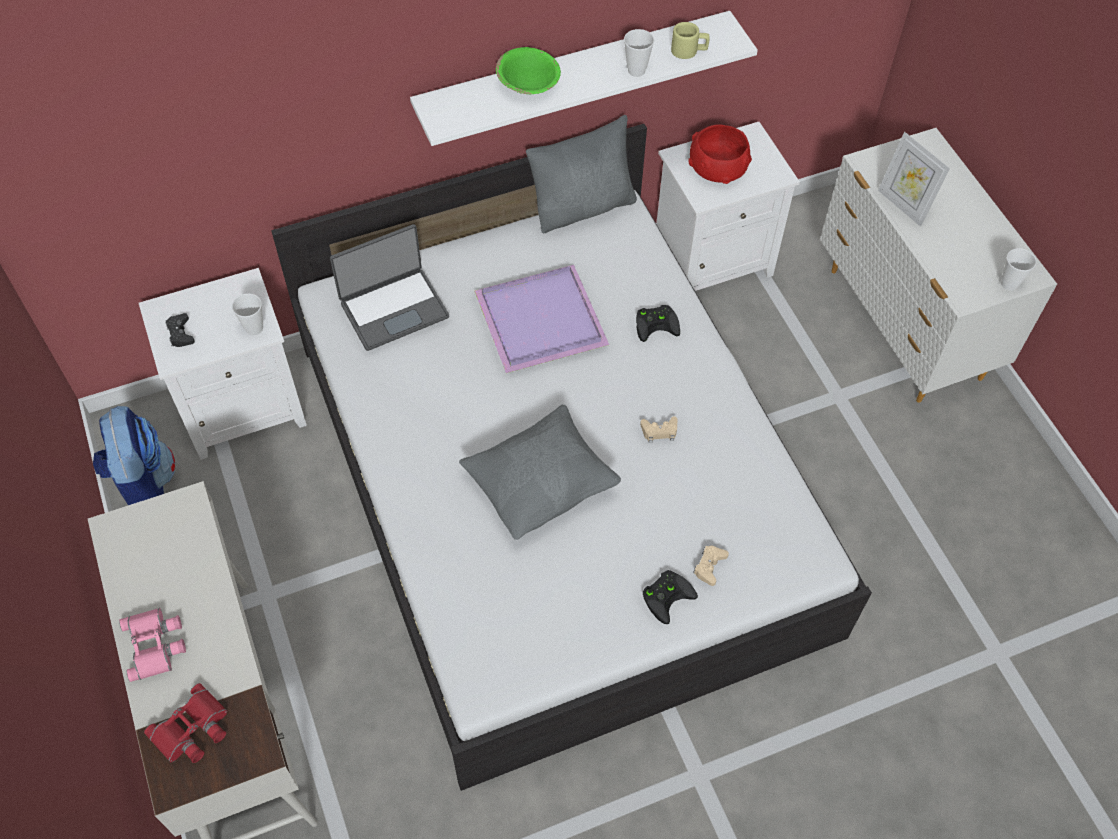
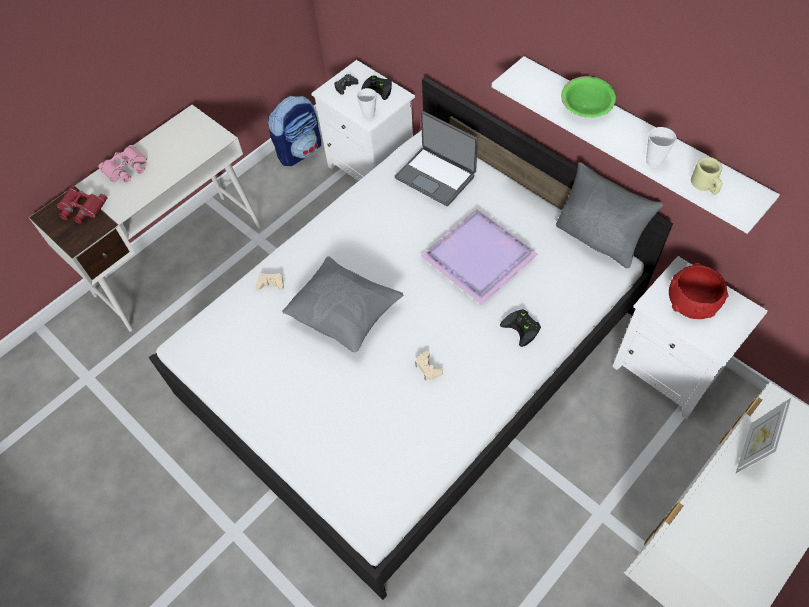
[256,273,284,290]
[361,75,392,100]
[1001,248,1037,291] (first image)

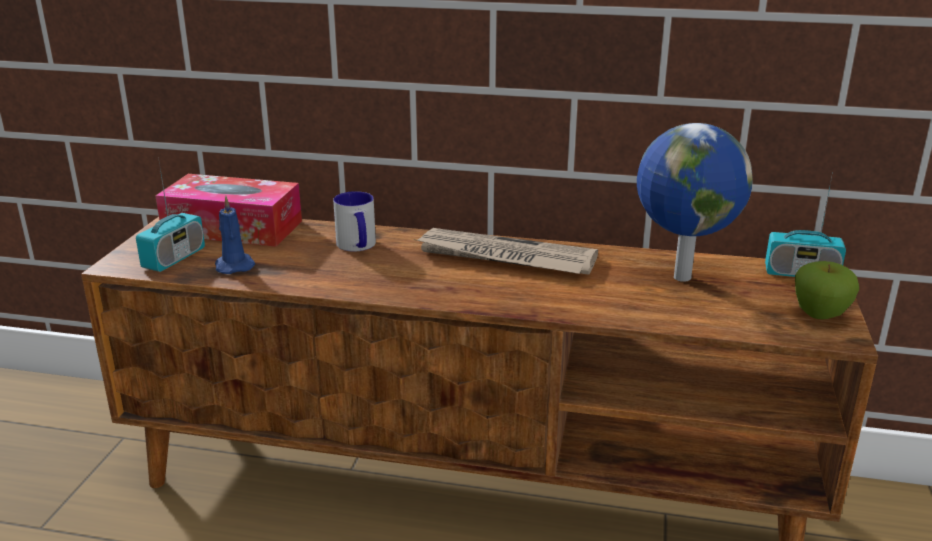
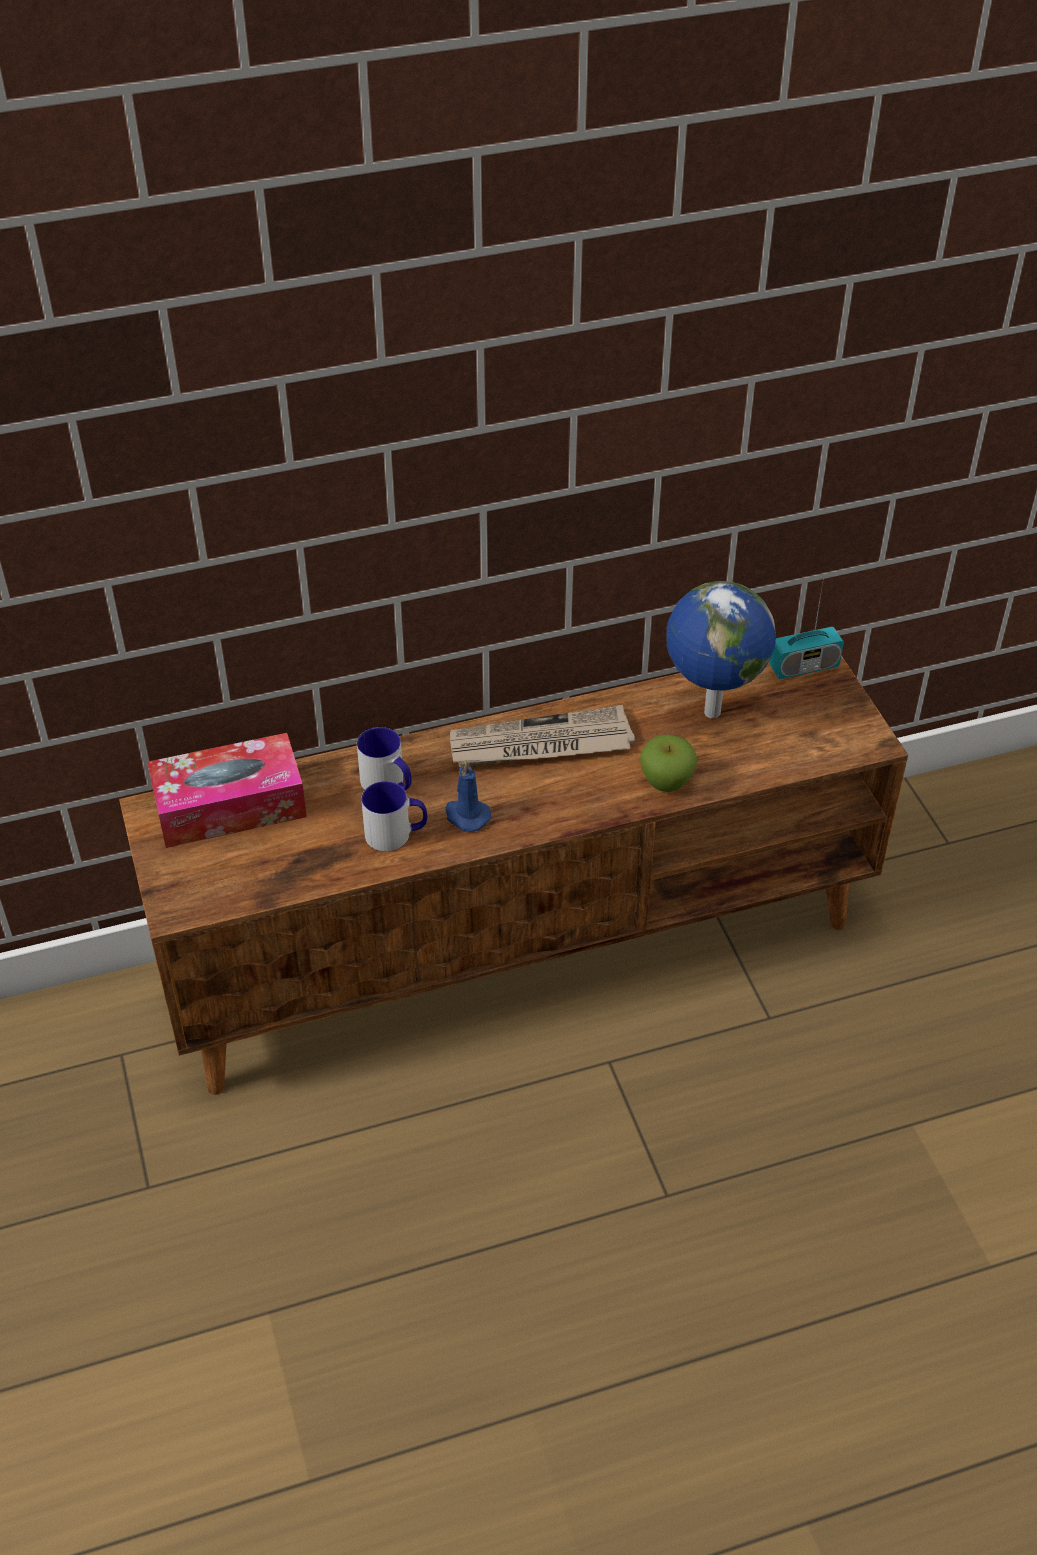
[361,781,427,851]
[446,760,491,832]
[640,734,698,792]
[136,157,205,272] (first image)

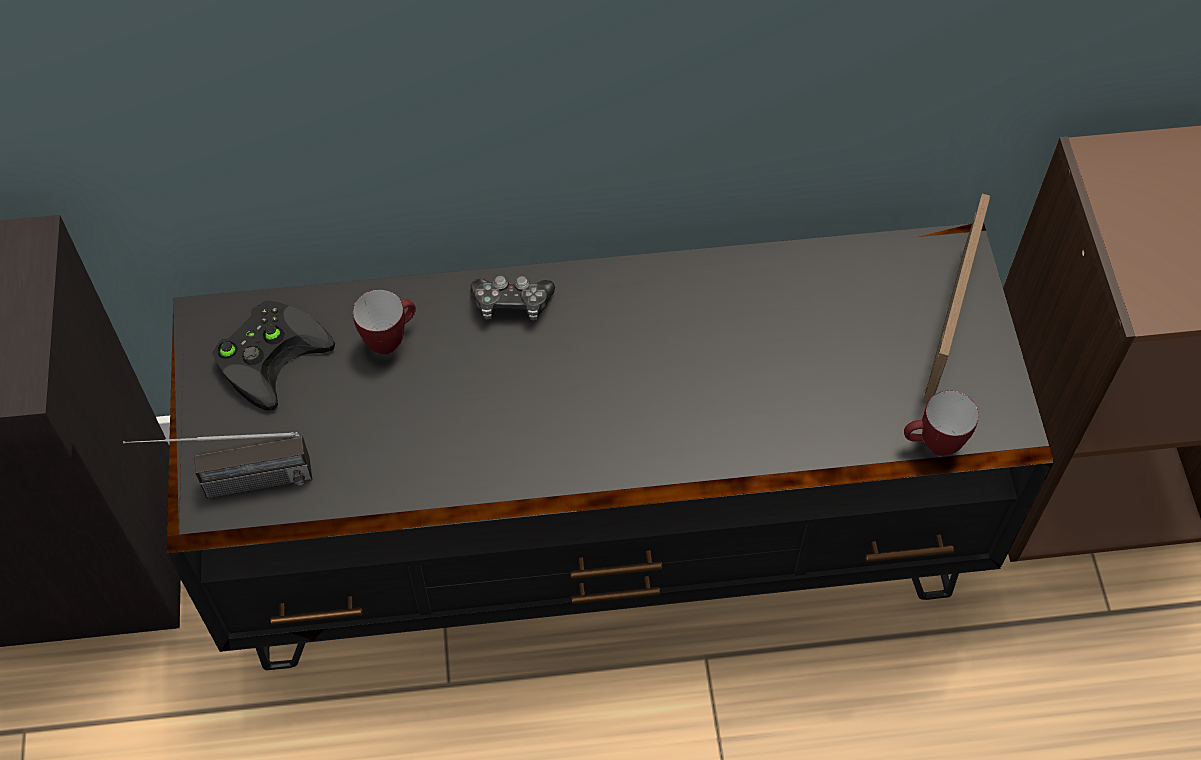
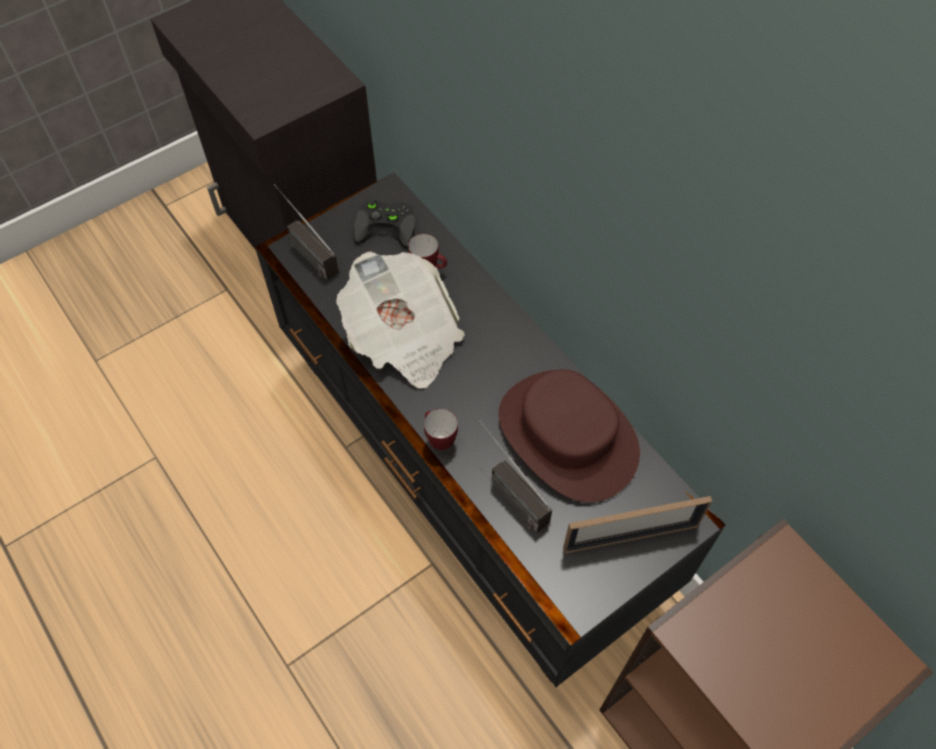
[336,251,465,389]
[424,409,458,450]
[479,420,552,533]
[498,369,640,503]
[471,275,555,321] (first image)

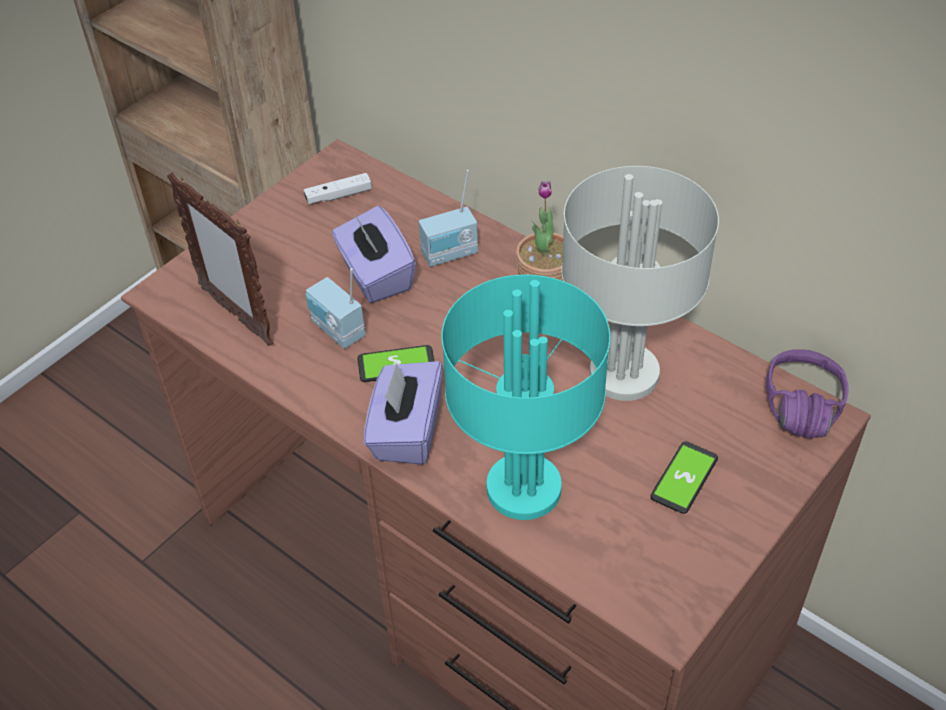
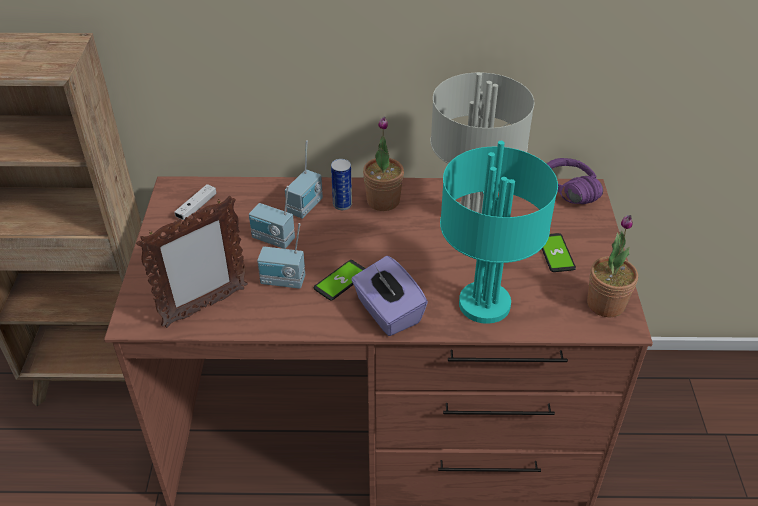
[136,196,248,328]
[249,186,295,249]
[331,159,352,210]
[587,215,638,317]

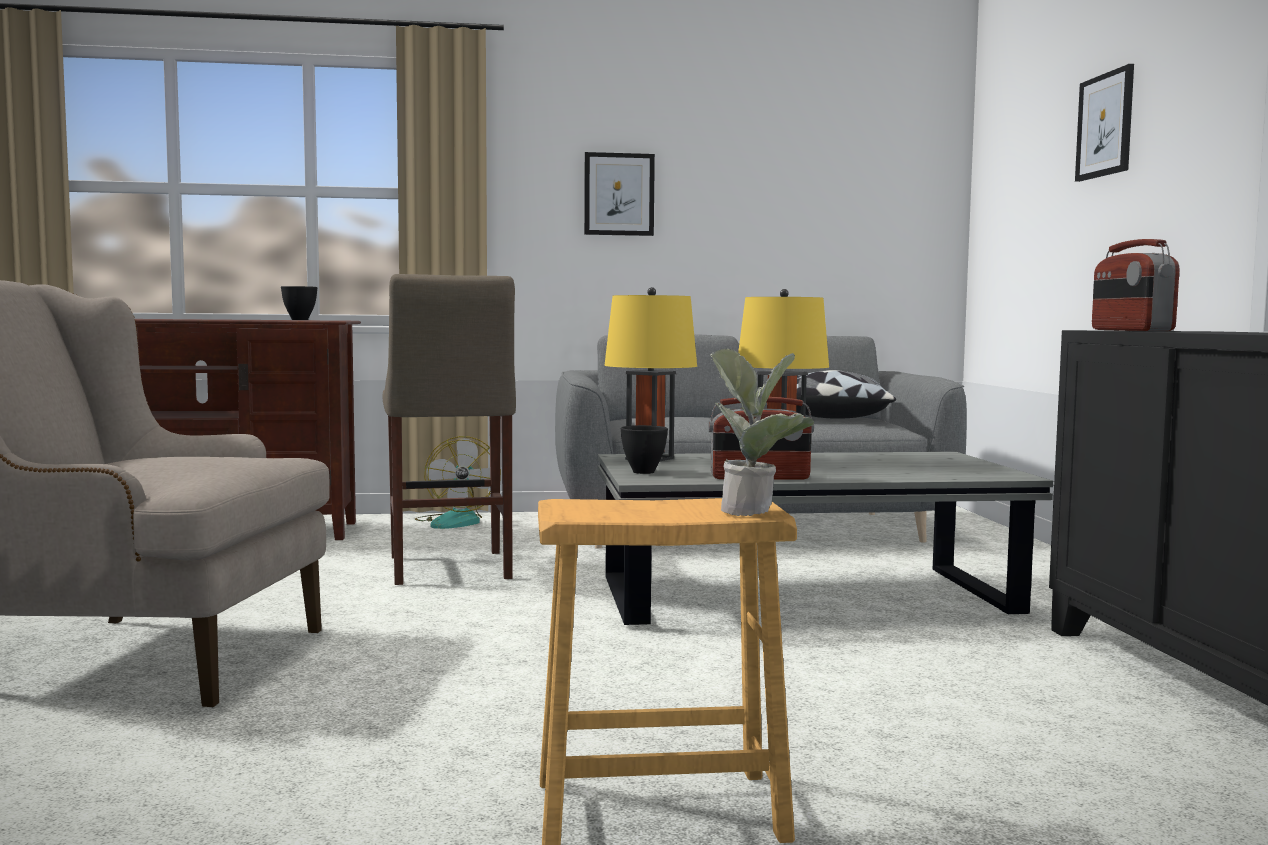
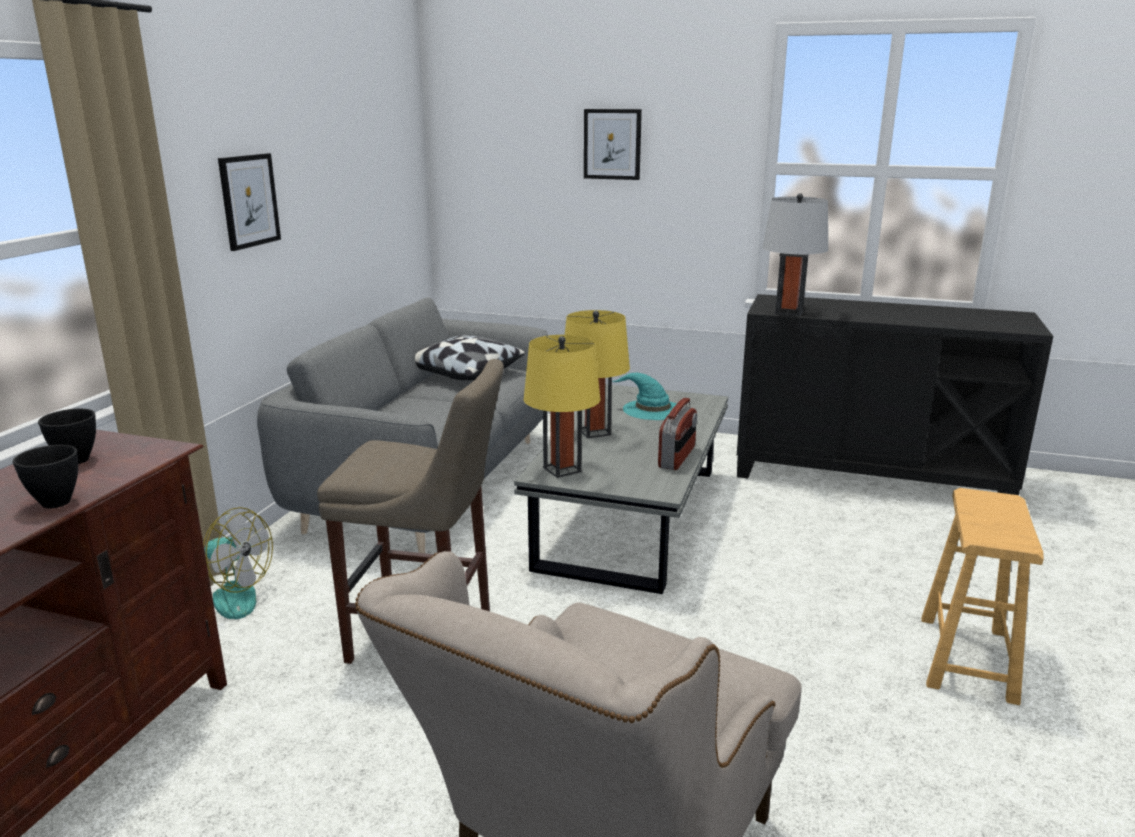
[13,445,78,508]
[612,373,676,420]
[762,193,828,316]
[710,349,814,516] (first image)

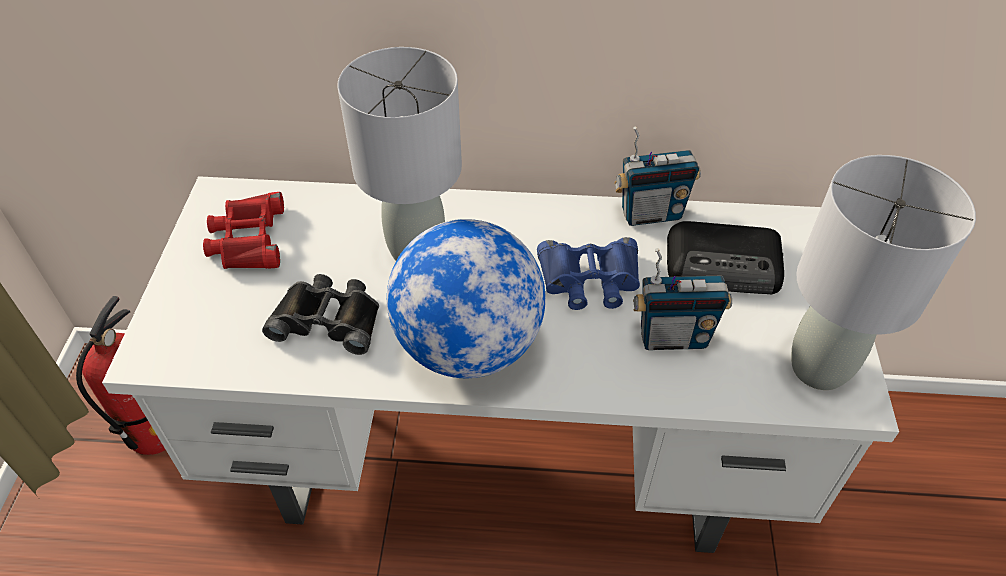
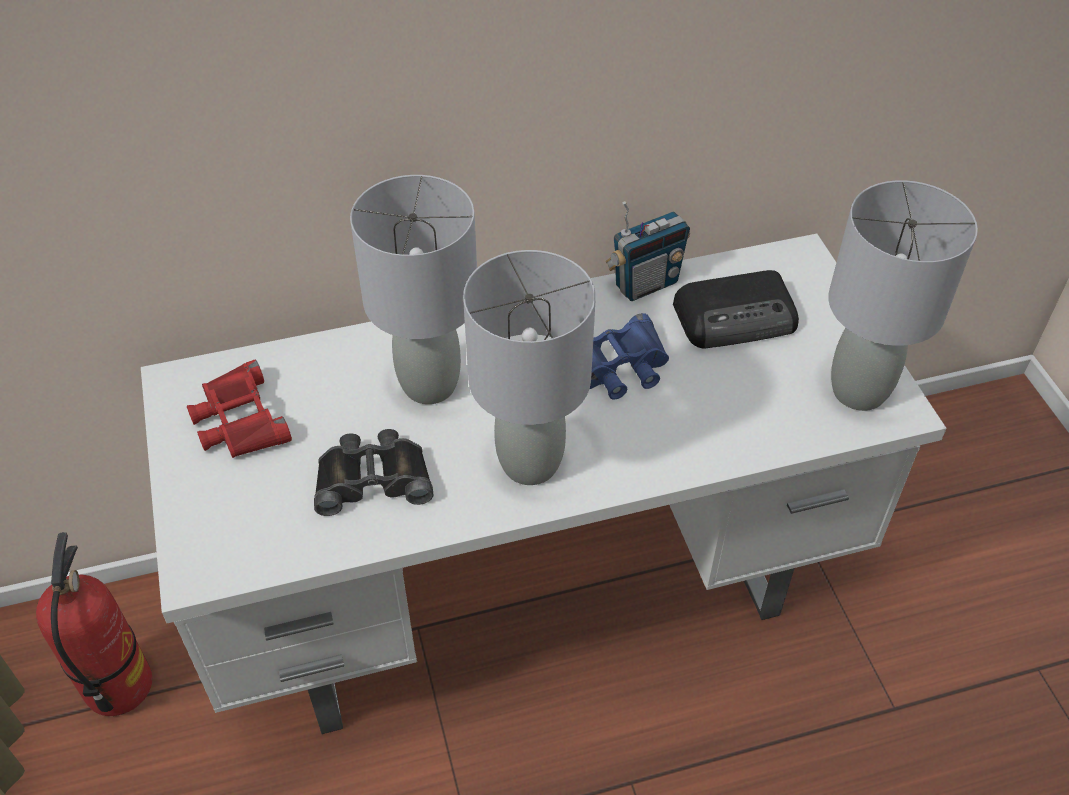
[463,250,596,485]
[633,248,732,350] (first image)

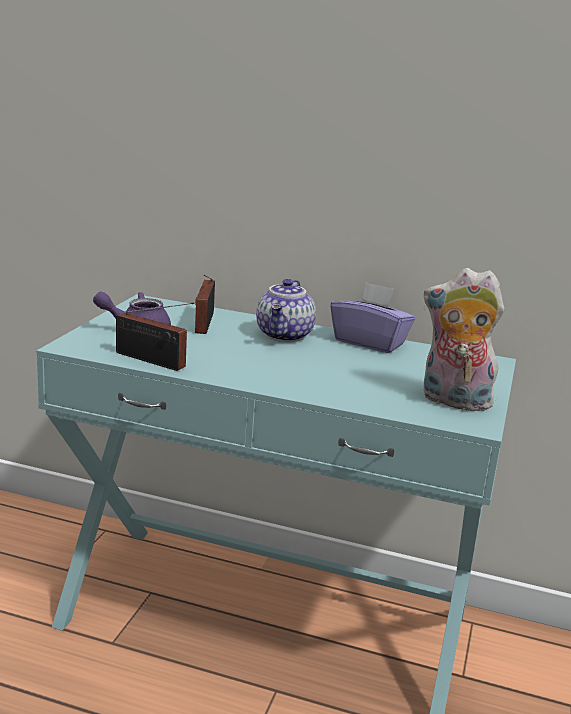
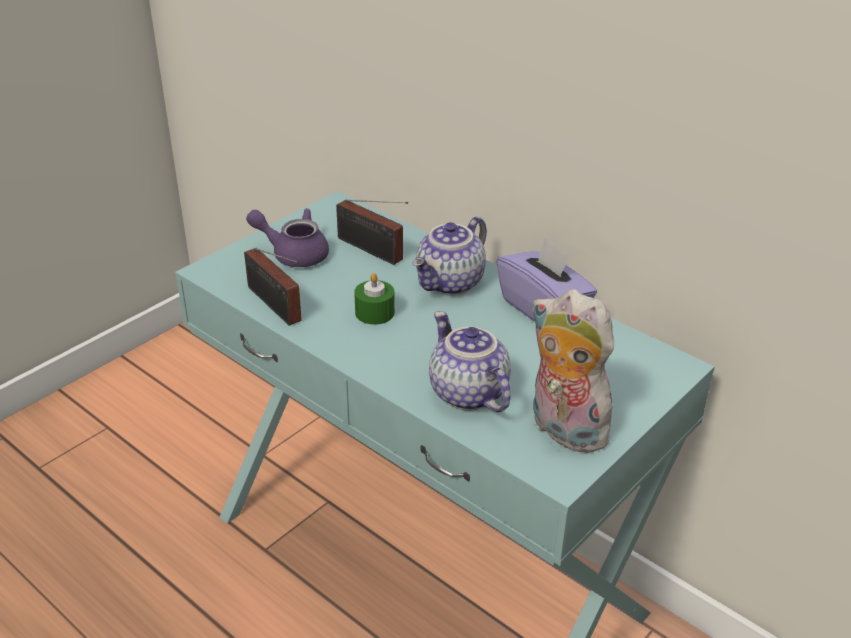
[336,200,408,265]
[354,273,395,325]
[429,311,511,412]

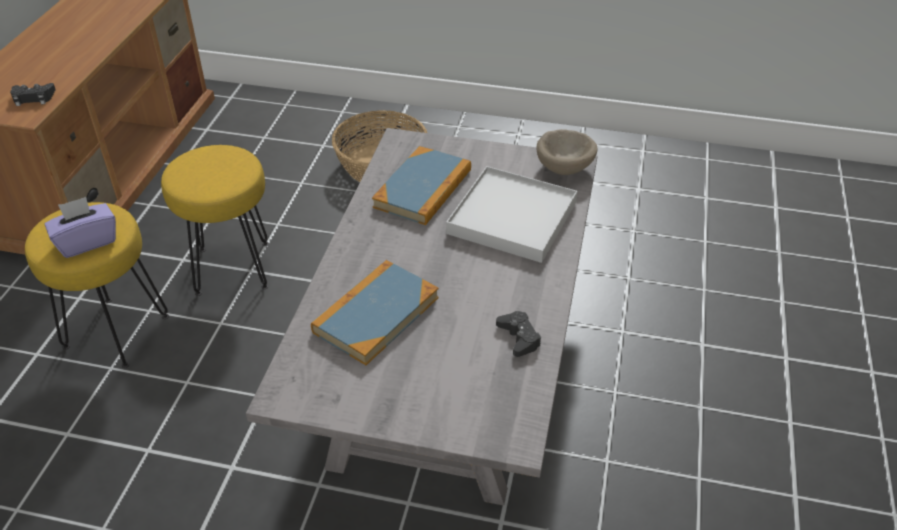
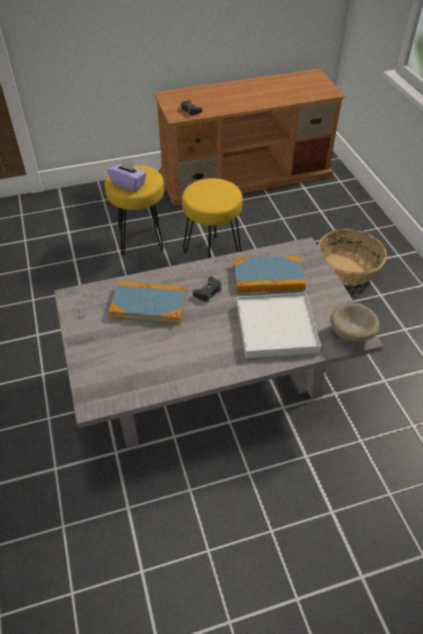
[193,276,222,302]

